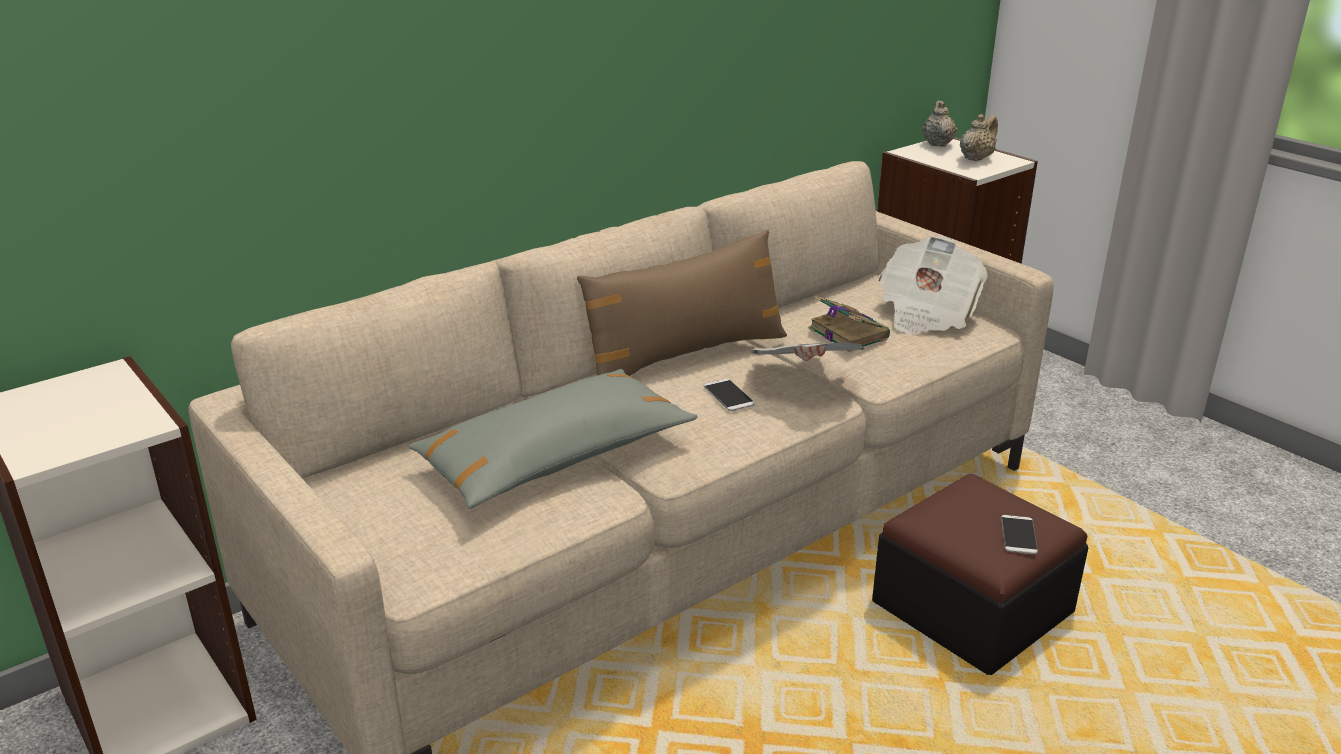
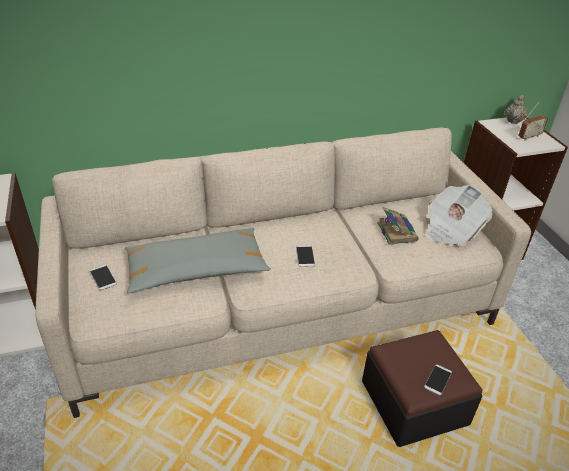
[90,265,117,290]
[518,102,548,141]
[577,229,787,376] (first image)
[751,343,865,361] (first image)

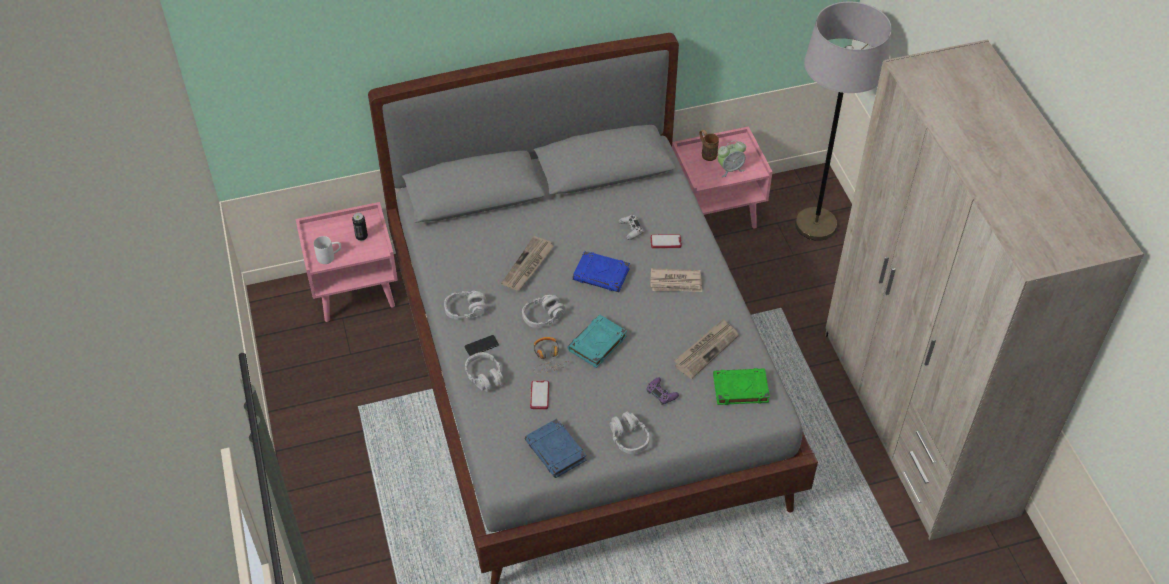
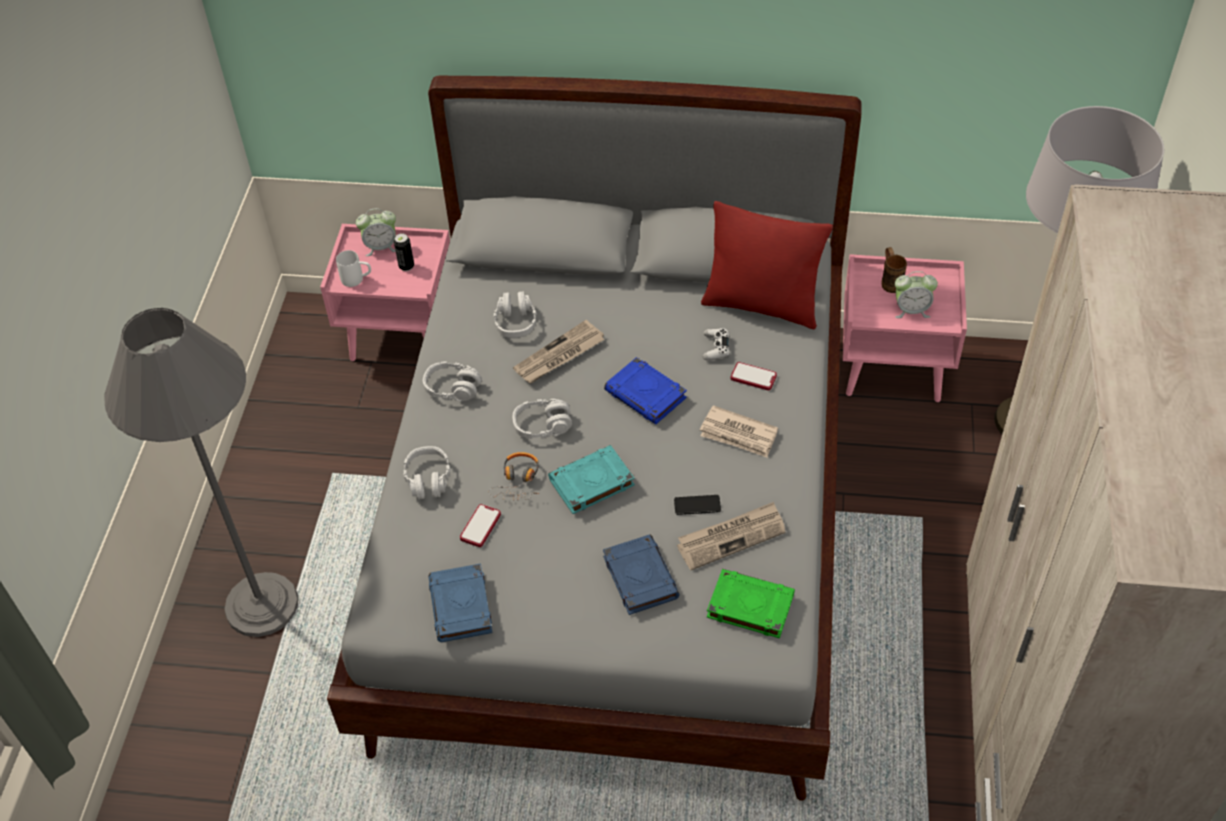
[104,308,298,637]
[356,208,396,256]
[493,291,537,338]
[603,534,680,615]
[674,495,721,515]
[701,201,833,329]

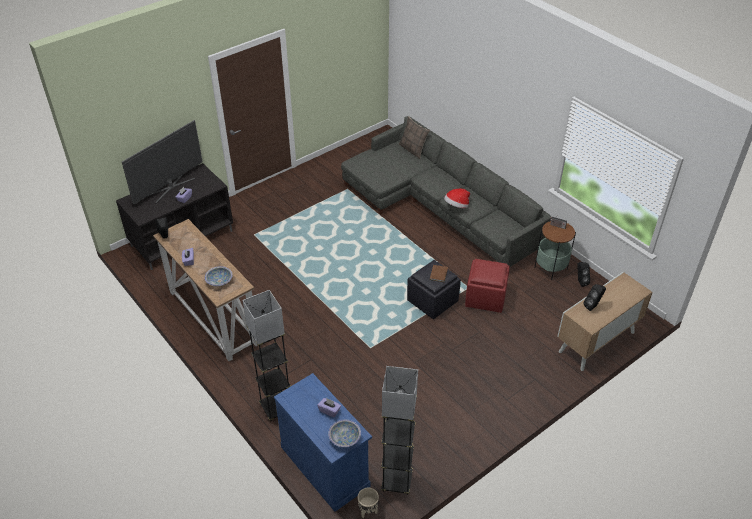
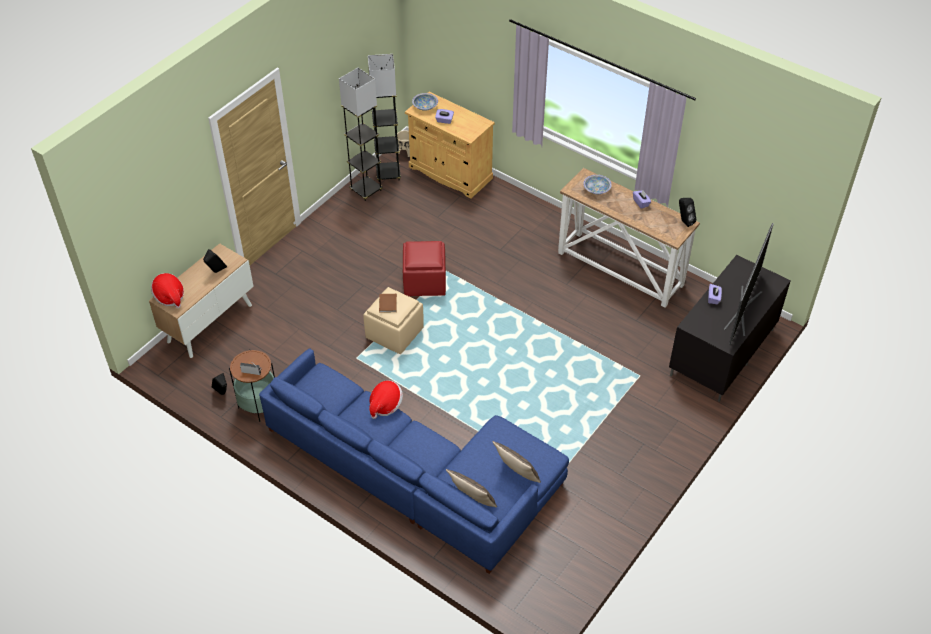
[151,273,184,308]
[259,348,569,574]
[339,68,383,201]
[363,287,424,354]
[403,241,446,296]
[405,92,495,199]
[492,441,541,483]

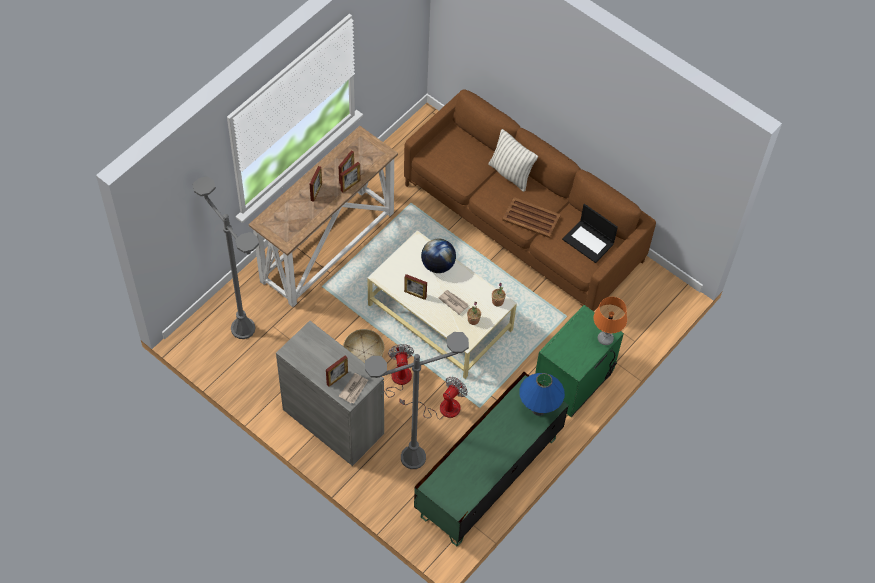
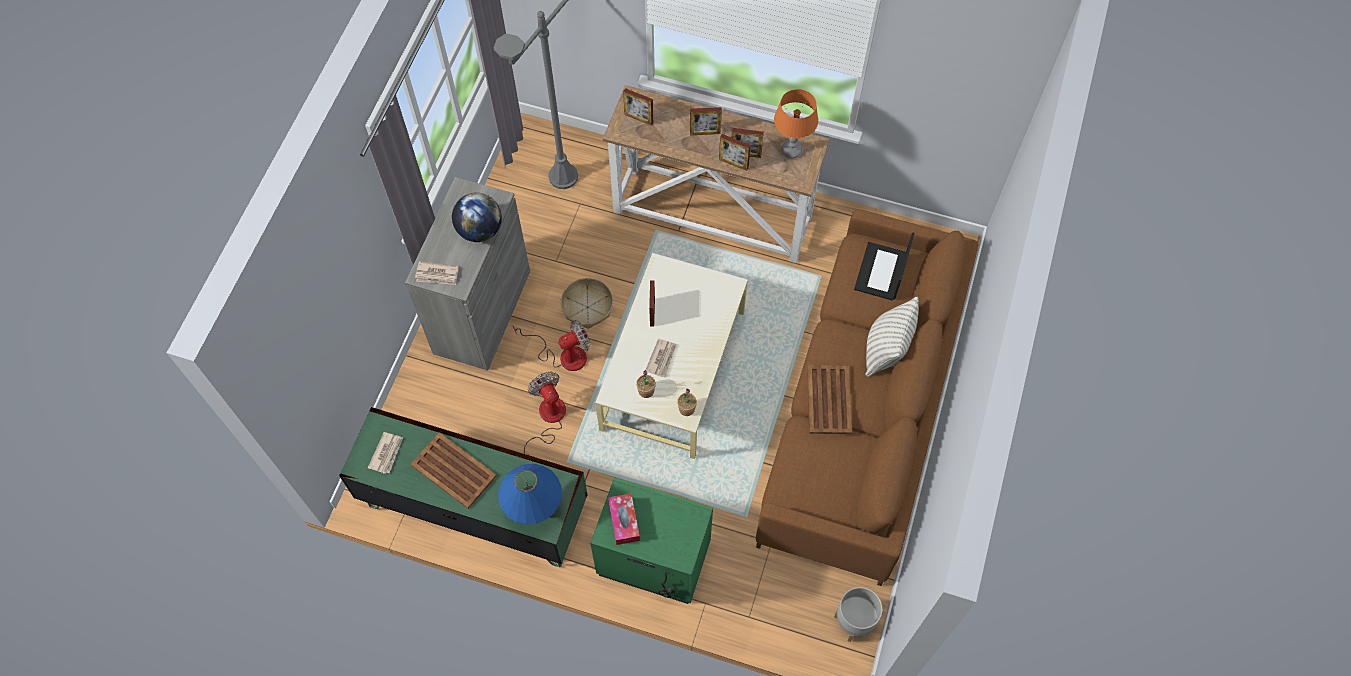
[368,432,403,474]
[410,432,497,509]
[452,193,502,242]
[524,372,566,455]
[608,493,640,545]
[623,88,653,126]
[774,89,818,158]
[834,587,882,642]
[854,232,914,300]
[365,332,469,469] (first image)

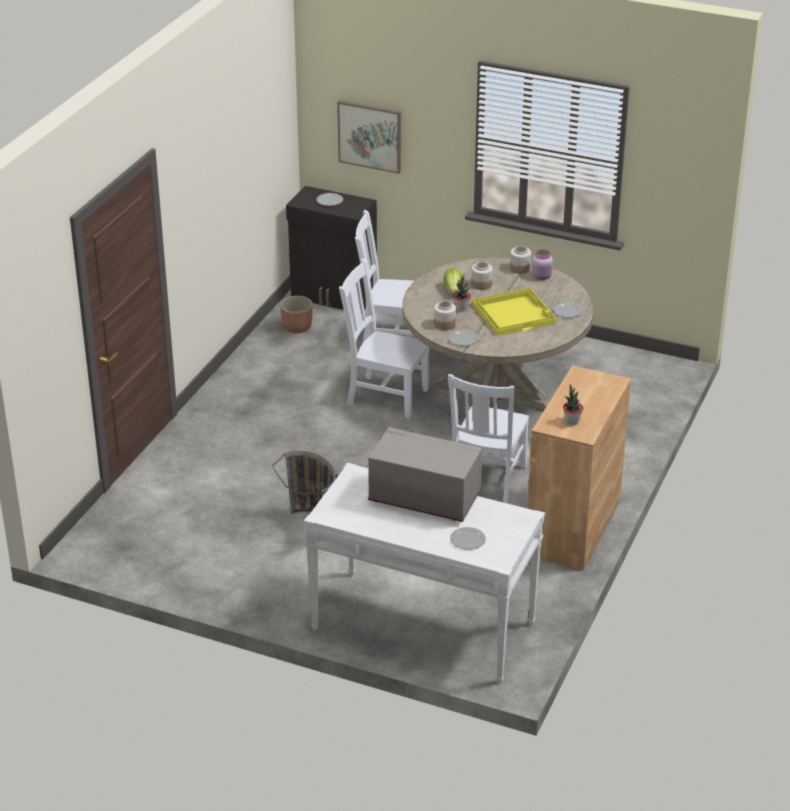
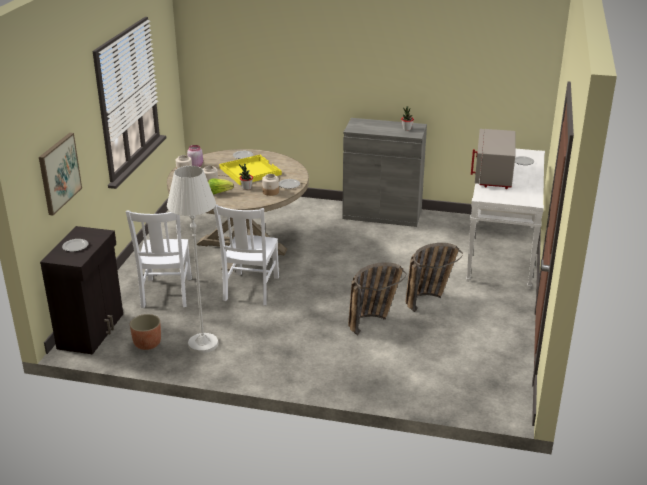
[167,166,218,353]
[342,118,427,227]
[348,262,406,335]
[448,374,529,504] (first image)

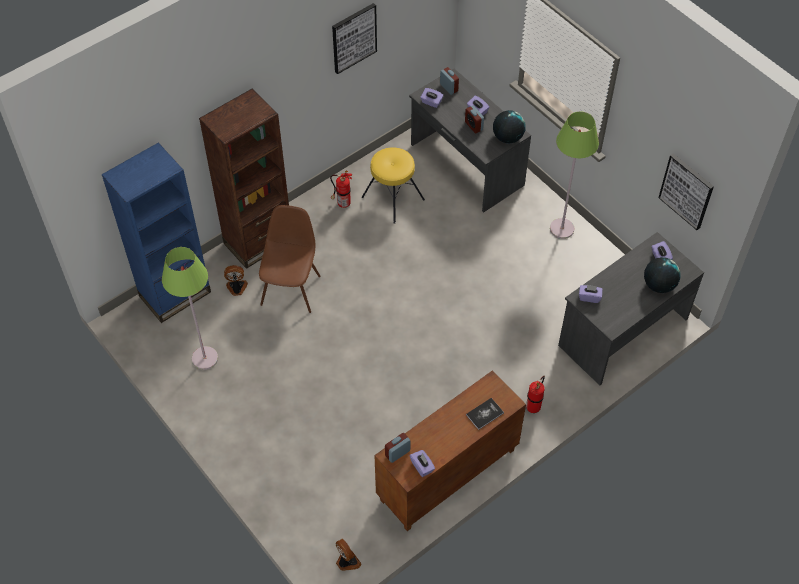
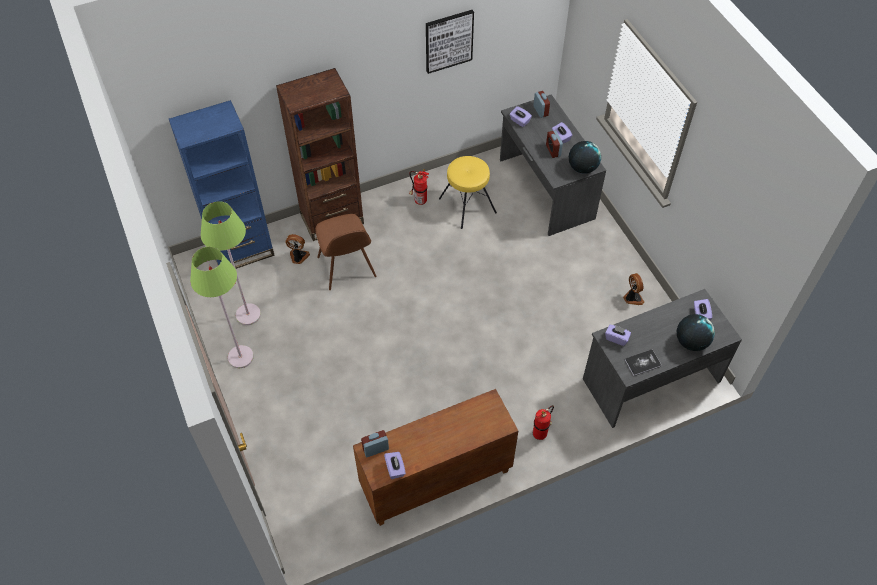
[190,247,254,368]
[315,214,376,290]
[623,273,644,305]
[624,350,662,376]
[658,153,714,230] (first image)

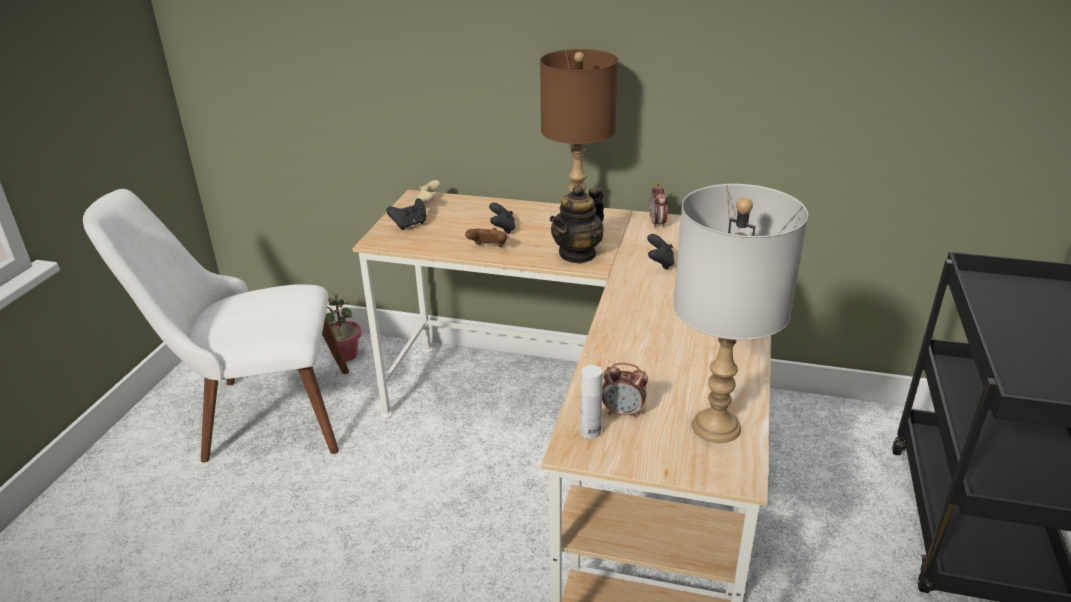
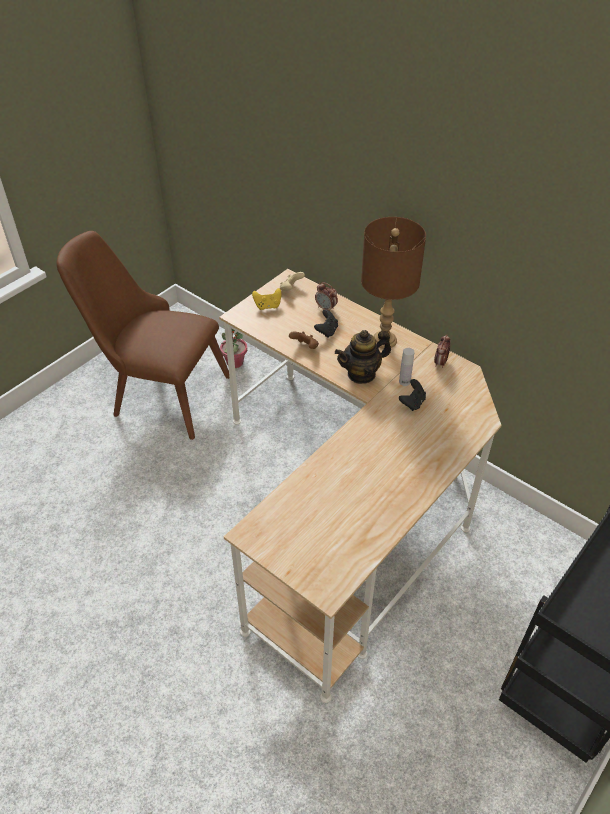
[56,231,229,440]
[252,288,281,310]
[315,282,338,311]
[399,348,414,386]
[674,184,808,443] (first image)

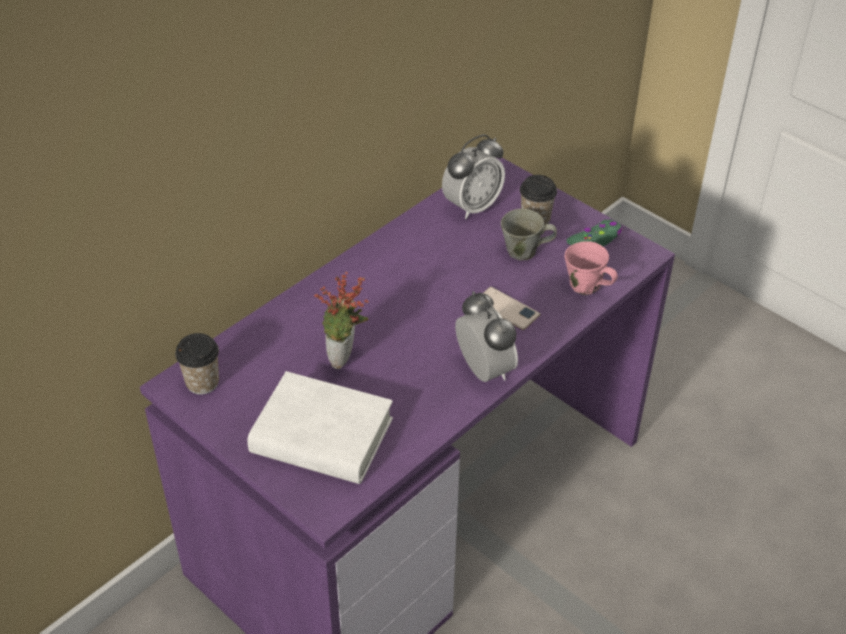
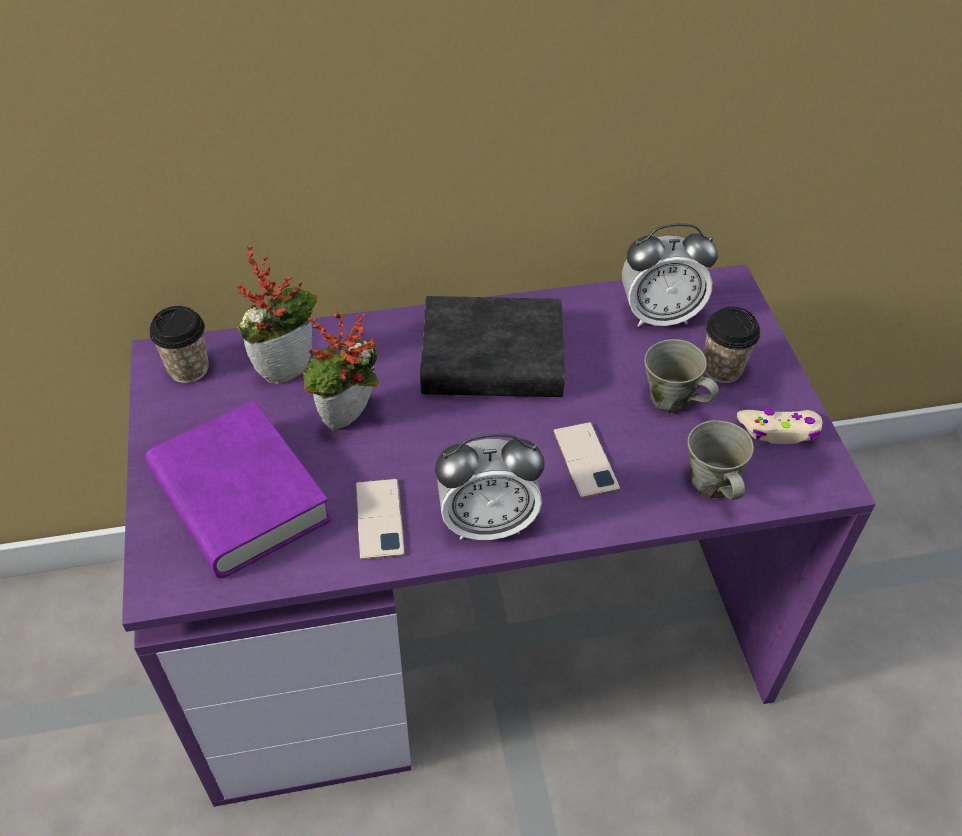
[145,400,331,578]
[236,246,317,384]
[356,479,405,560]
[420,296,565,397]
[435,433,545,540]
[687,420,754,500]
[737,408,822,444]

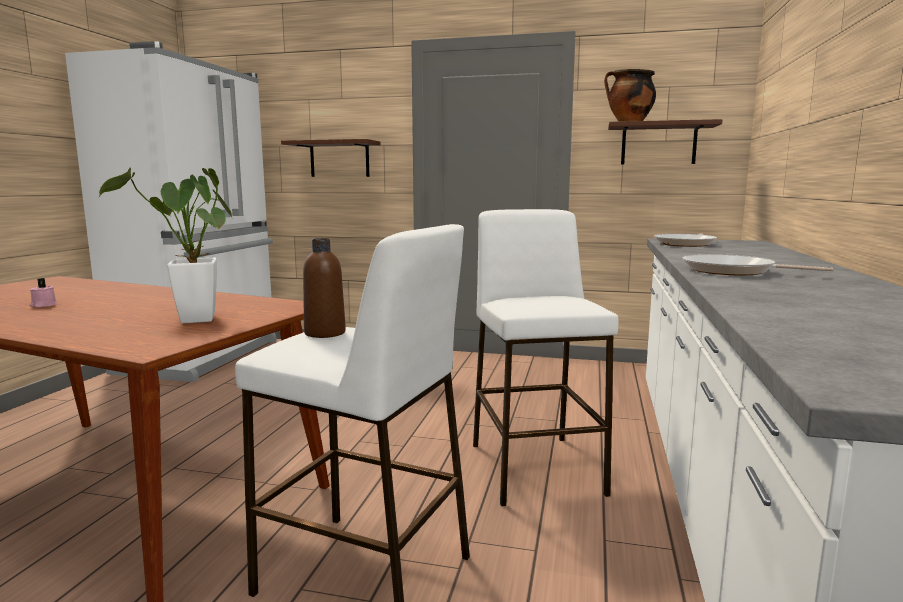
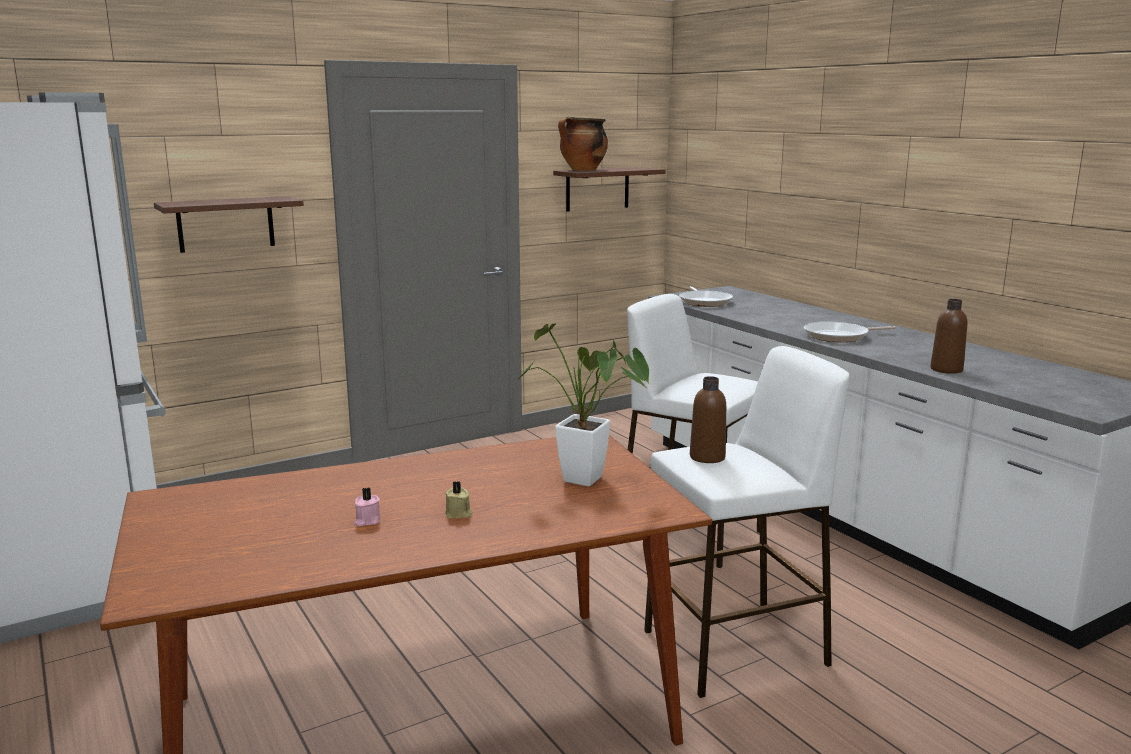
[445,481,472,518]
[930,299,967,374]

